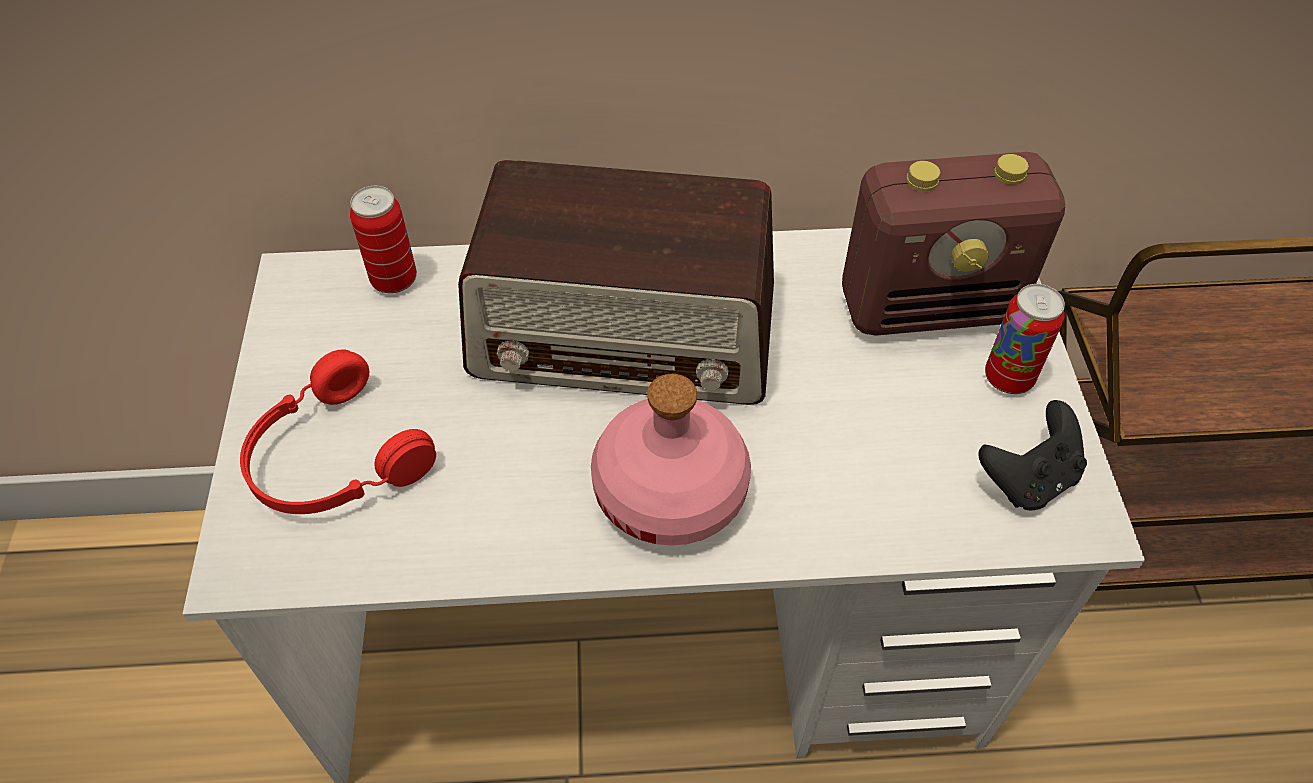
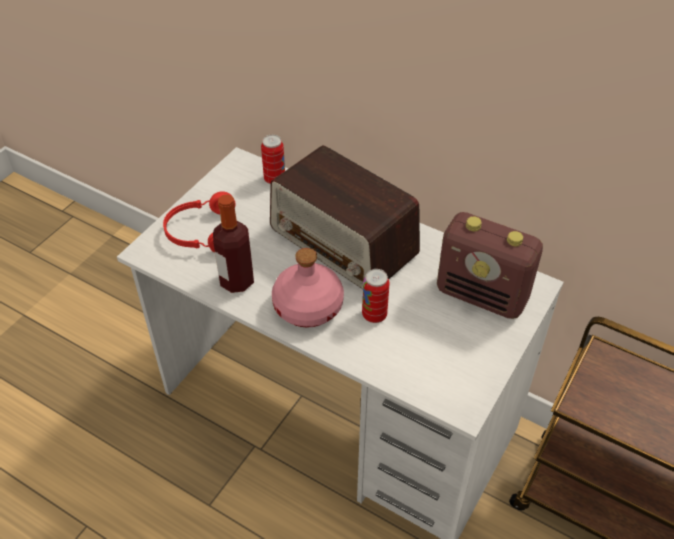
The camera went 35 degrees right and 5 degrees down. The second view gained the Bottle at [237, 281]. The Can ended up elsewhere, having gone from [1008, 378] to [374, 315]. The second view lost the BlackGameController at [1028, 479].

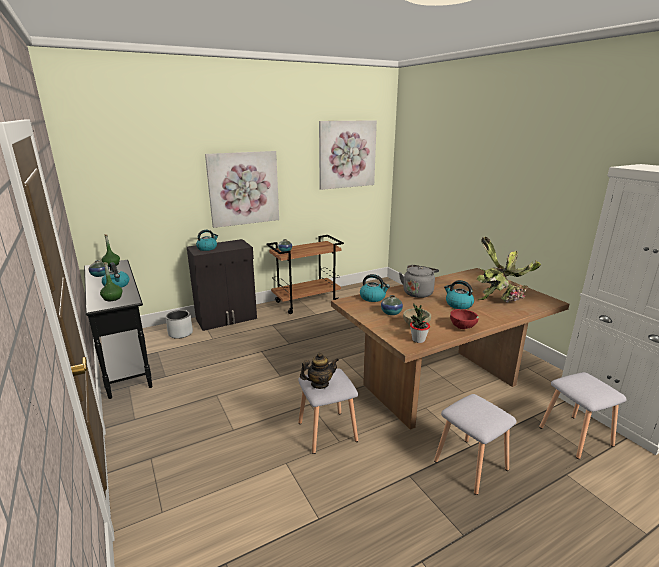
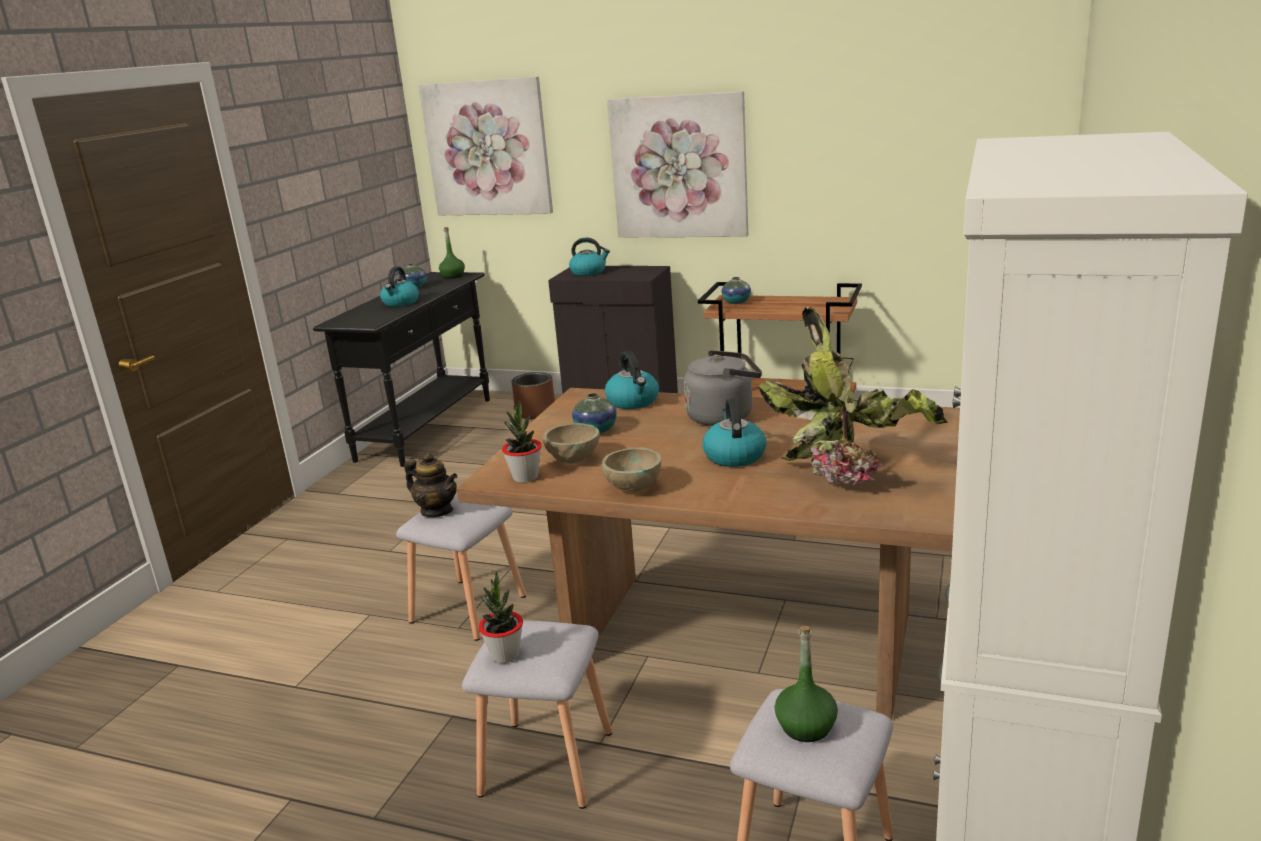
The camera went 50 degrees right and 0 degrees up. The Picture ended up elsewhere, having gone from [347, 154] to [487, 148]. The second view gained the PottedPlant at [505, 655]. What was the GreyPlanter at [180, 333] turned into the BrownPlanter at [535, 412]. What was the RedBowl at [462, 327] turned into the BeigeBowl at [633, 488]. The GreenBottle ended up elsewhere, having gone from [112, 298] to [805, 727].

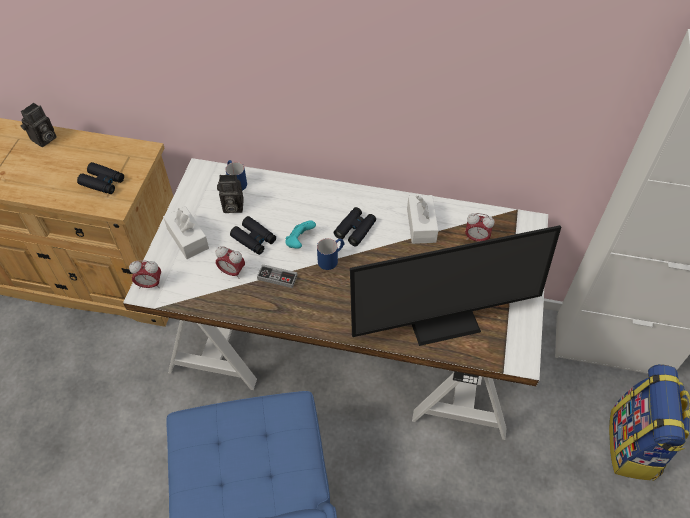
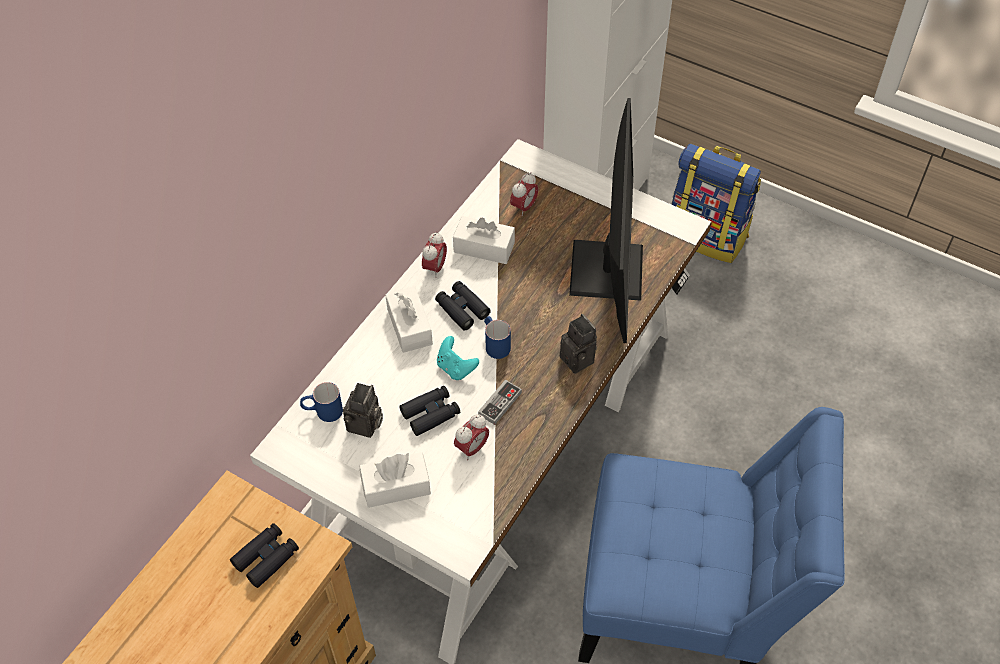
The camera went 70 degrees left and 0 degrees up. The second view gained the WhiteTissueBox at [409, 326]. The AlarmClock ended up elsewhere, having gone from [150, 284] to [435, 268]. The PhotoCamera ended up elsewhere, having gone from [43, 140] to [580, 360].

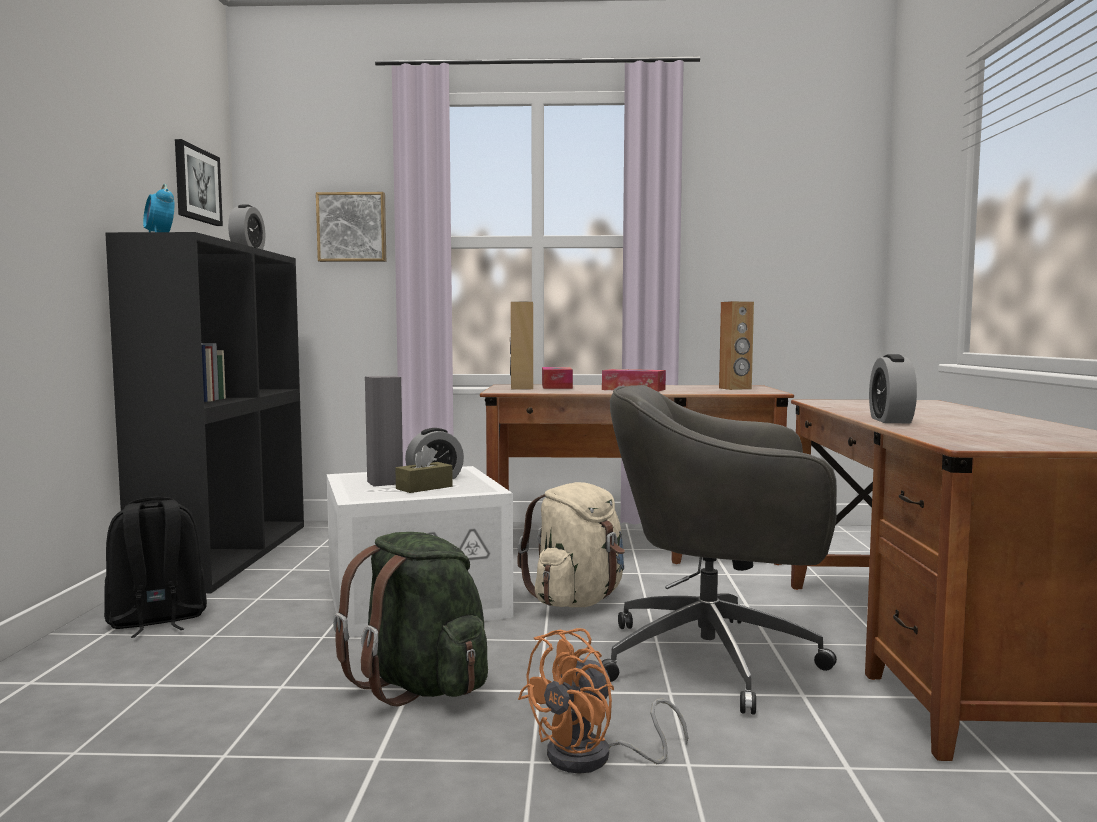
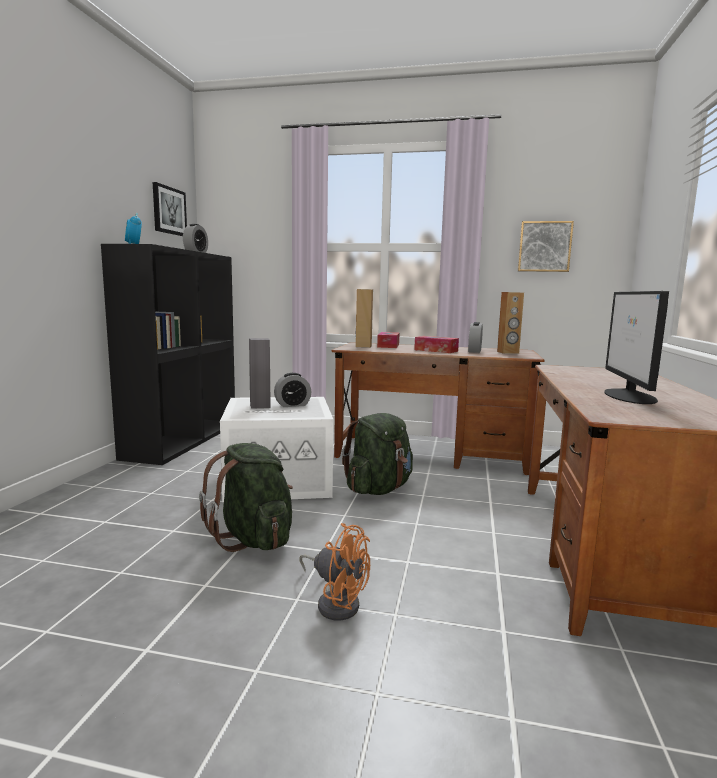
The camera went 10 degrees right and 5 degrees up. The OrangeFan at [593, 758] ended up facing another way, 120 degrees counterclockwise from before. What was the BeigeBackpack at [577, 600] turned into the GreenBackpack at [378, 489]. The AlarmClock ended up elsewhere, having gone from [890, 420] to [474, 351]. The Picture ended up elsewhere, having gone from [352, 227] to [544, 247]. The second view gained the Monitor at [629, 396]. The second view lost the BlackBackpack at [156, 621]. The second view lost the BrownTissueBox at [424, 487]. The second view lost the GreyOfficeChair at [716, 660].

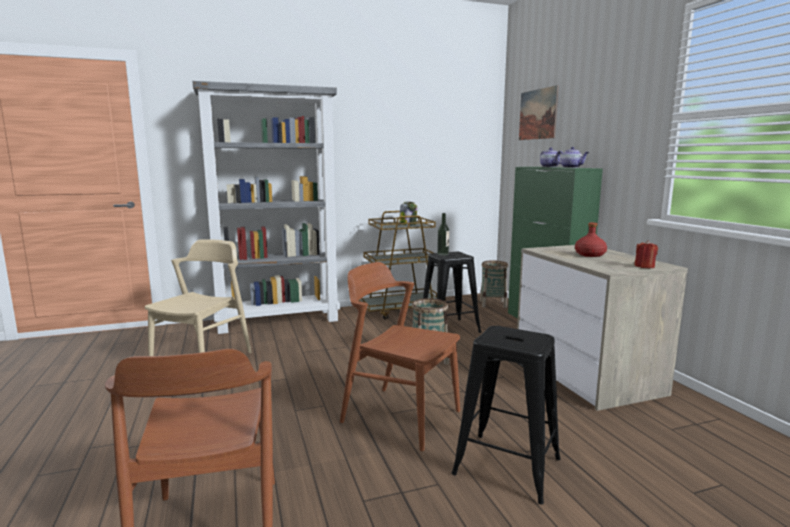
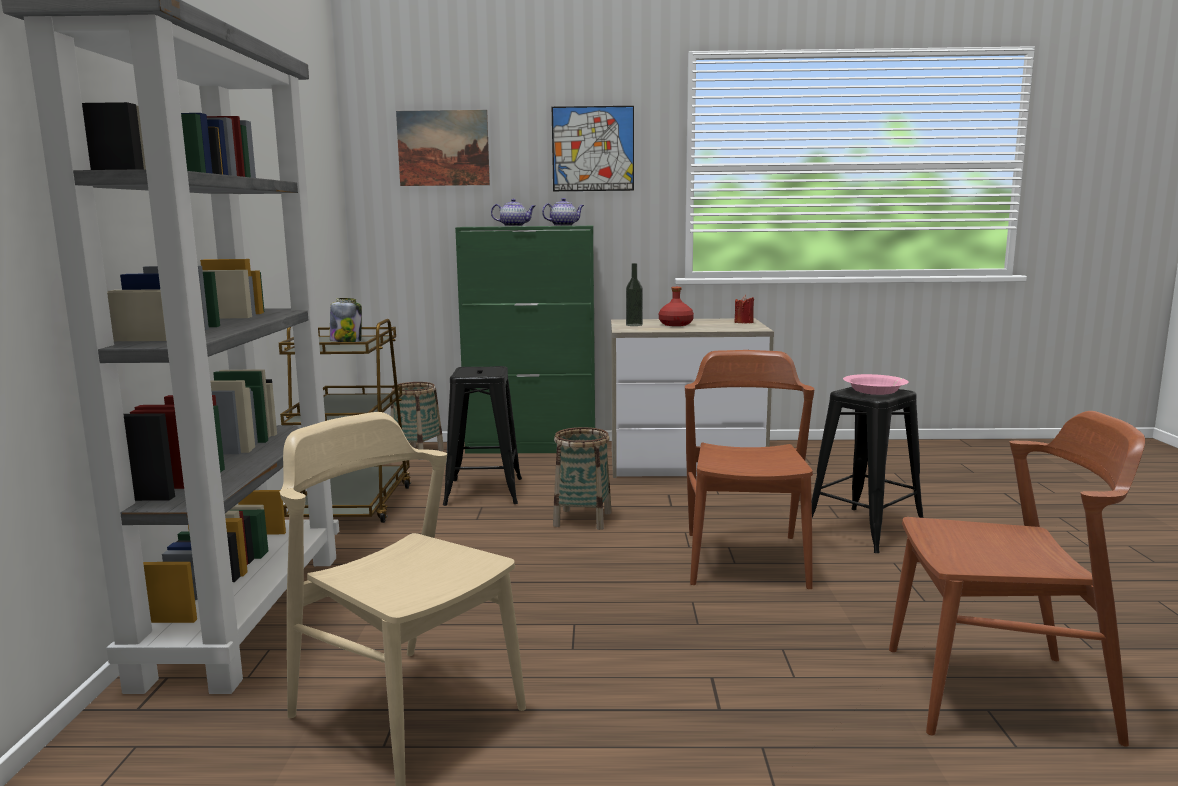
The camera went 70 degrees left and 0 degrees up. The second view gained the Picture at [593, 149]. The Bottle ended up elsewhere, having gone from [443, 254] to [634, 325]. The BrownChair at [400, 416] ended up facing another way, 135 degrees clockwise from before. The second view gained the PinkBowl at [875, 391].

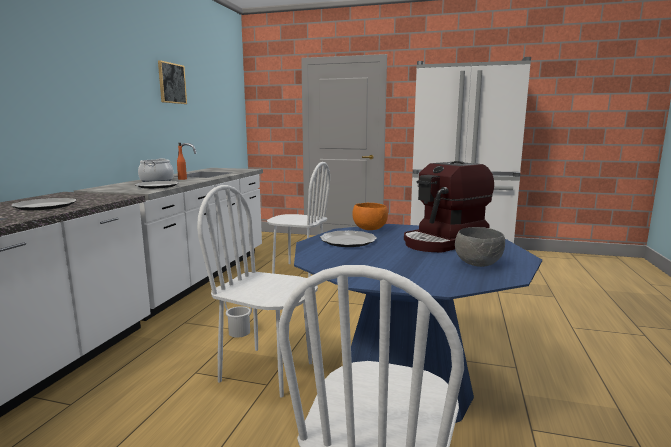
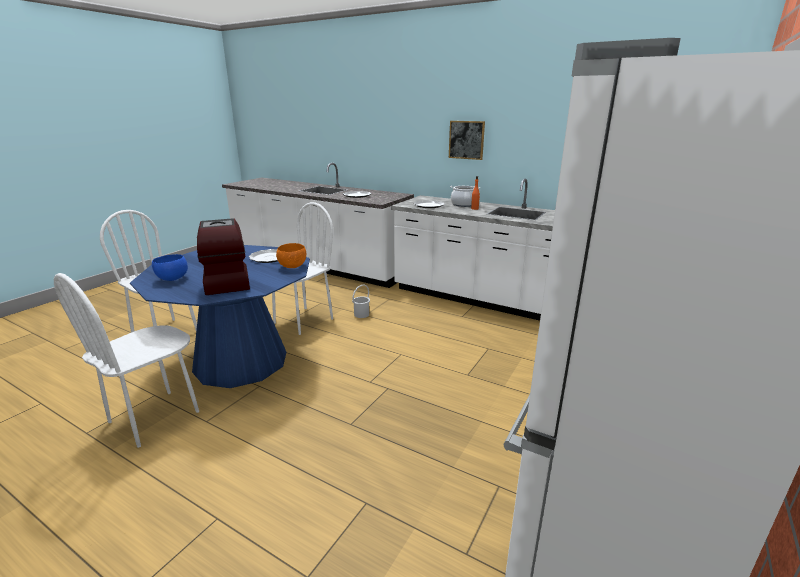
The camera went 105 degrees right and 10 degrees up. The WhiteChair ended up elsewhere, having gone from [299, 271] to [154, 417]. What was the GreyBowl at [479, 264] turned into the BlueBowl at [172, 279]. The Picture ended up elsewhere, having gone from [172, 83] to [466, 140].

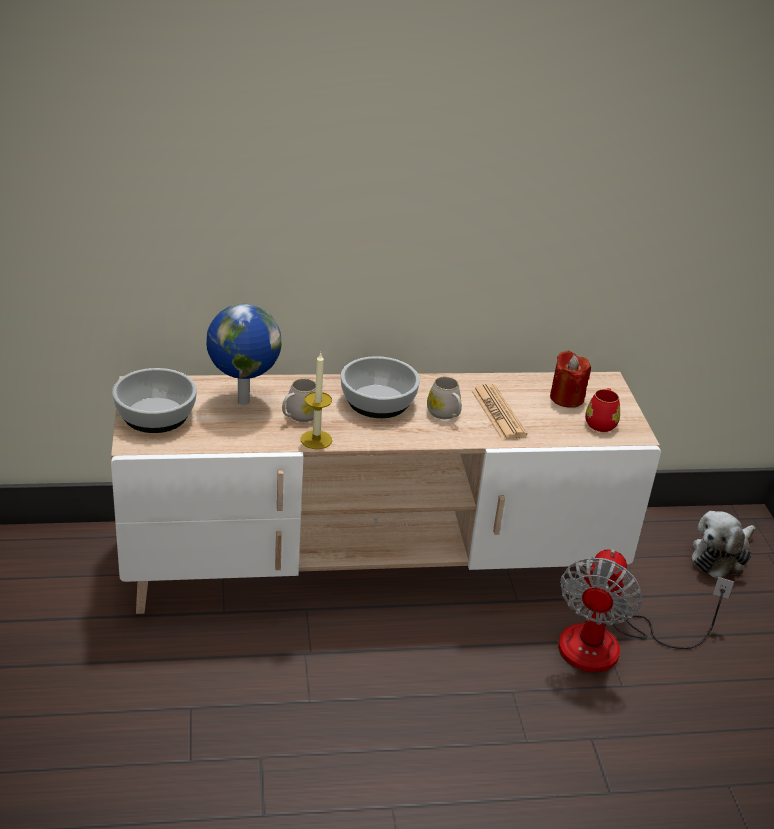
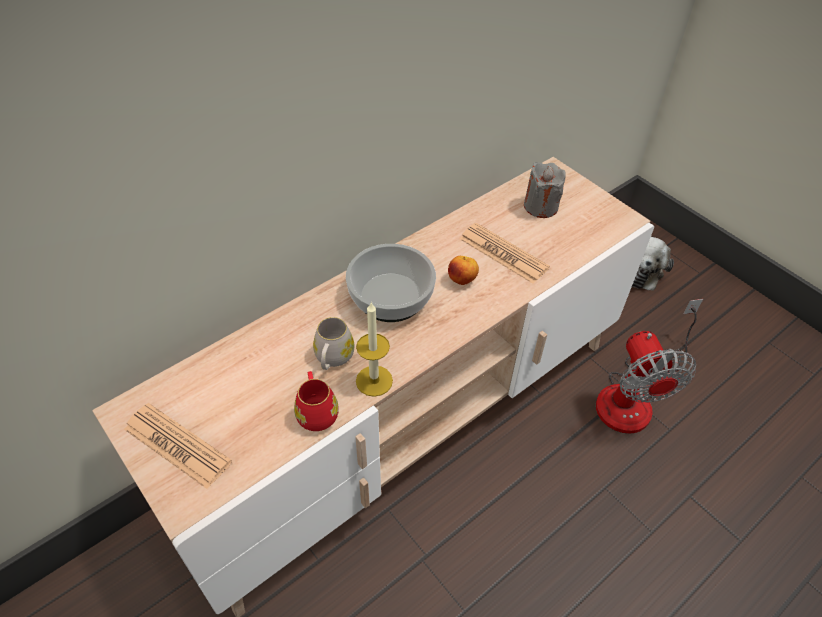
The camera went 30 degrees left and 15 degrees up. Where the Bowl stood at [155, 414], the Newspaper came to stand at [177, 445]. The RedMug ended up elsewhere, having gone from [601, 422] to [316, 411]. Where the WhiteMug stood at [445, 414], the Apple came to stand at [462, 280]. What was the RedCandle at [566, 398] turned into the GreyCandle at [540, 206]. The second view lost the Globe at [242, 401].

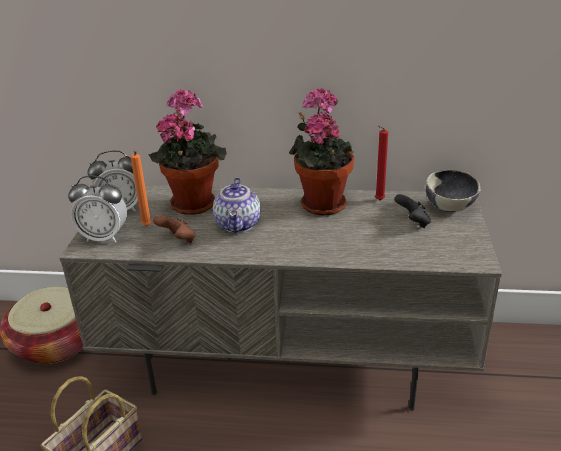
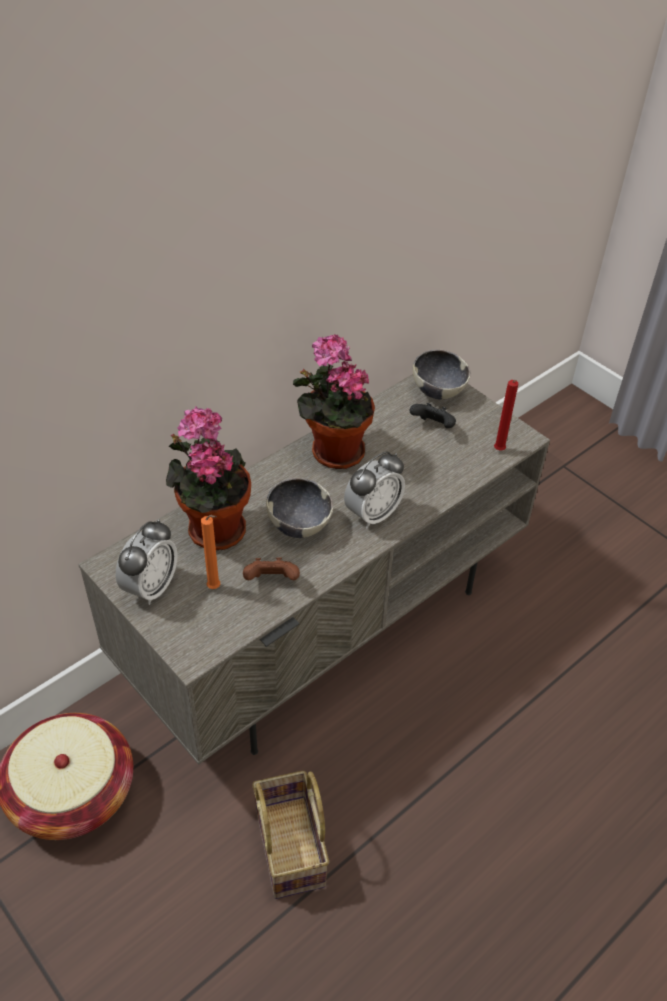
The camera went 50 degrees left and 15 degrees up. Where the Teapot stood at [239, 225], the Bowl came to stand at [299, 525]. The AlarmClock ended up elsewhere, having gone from [104, 237] to [372, 514]. The RedCandle ended up elsewhere, having gone from [378, 200] to [499, 451].

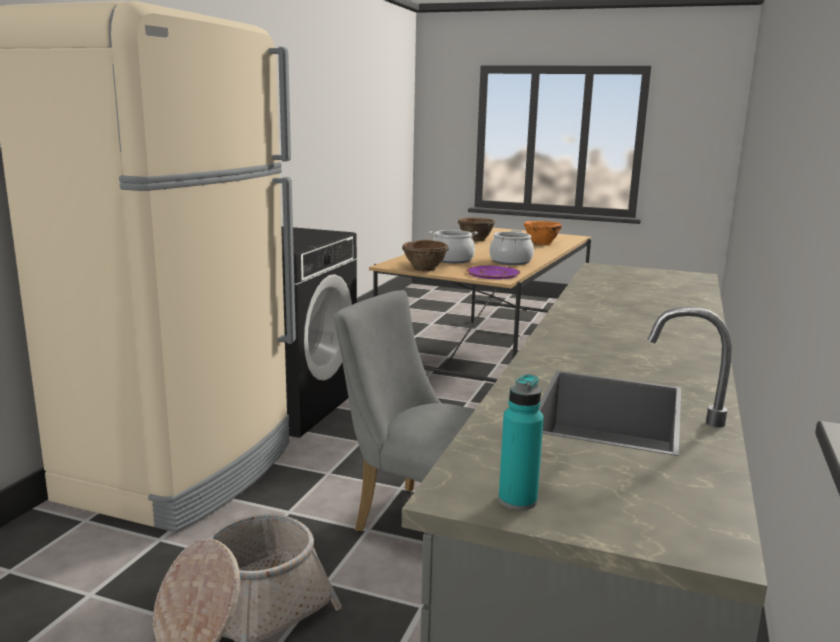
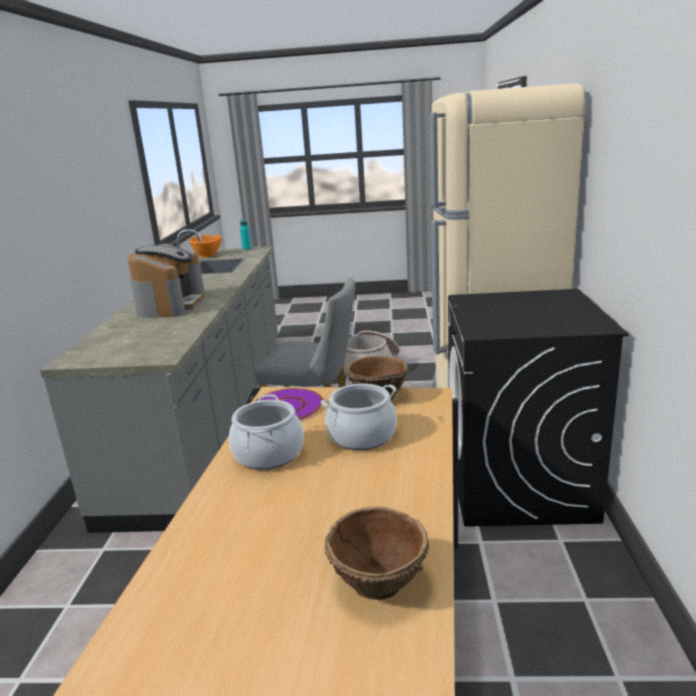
The camera went 165 degrees right and 5 degrees up. The second view gained the CoffeeMachine at [171, 305]. The OrangeBowl ended up elsewhere, having gone from [541, 243] to [208, 255].

